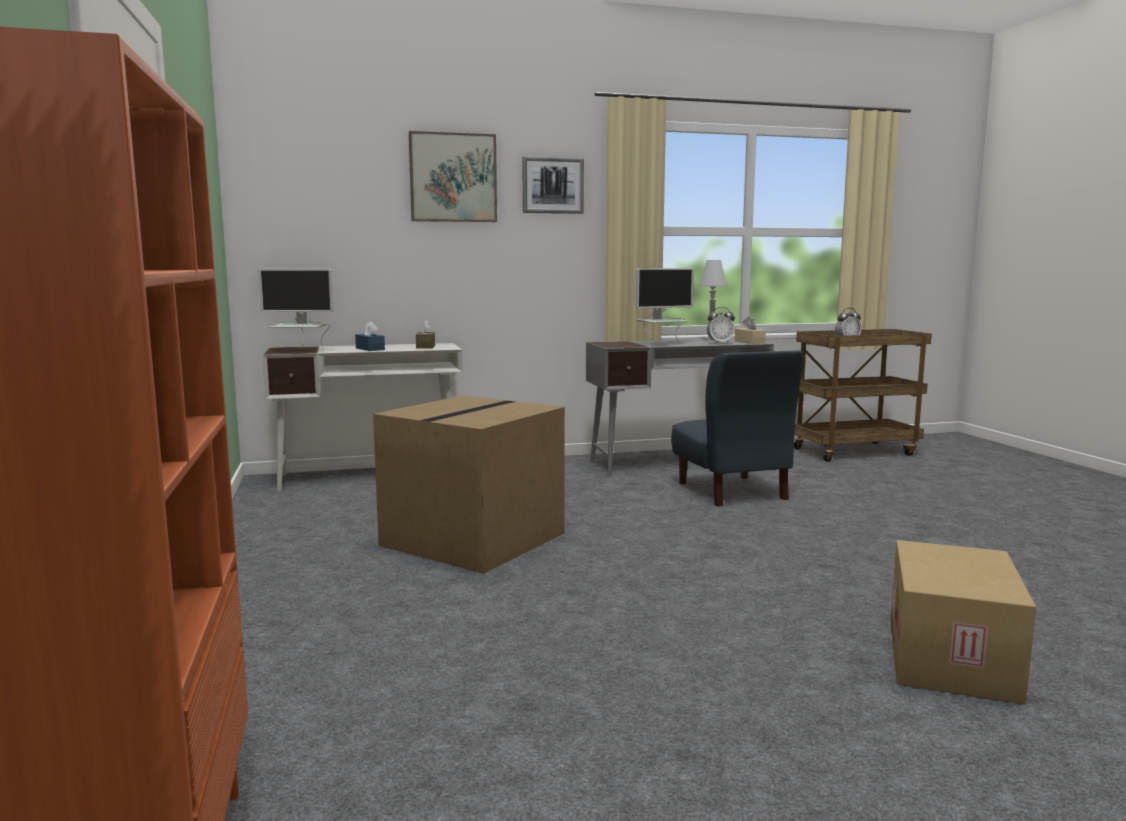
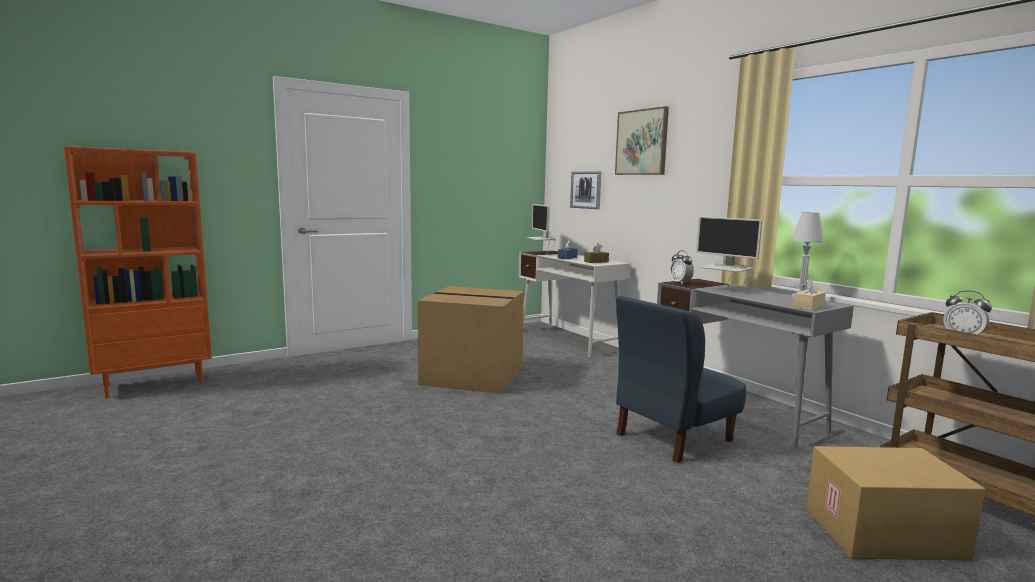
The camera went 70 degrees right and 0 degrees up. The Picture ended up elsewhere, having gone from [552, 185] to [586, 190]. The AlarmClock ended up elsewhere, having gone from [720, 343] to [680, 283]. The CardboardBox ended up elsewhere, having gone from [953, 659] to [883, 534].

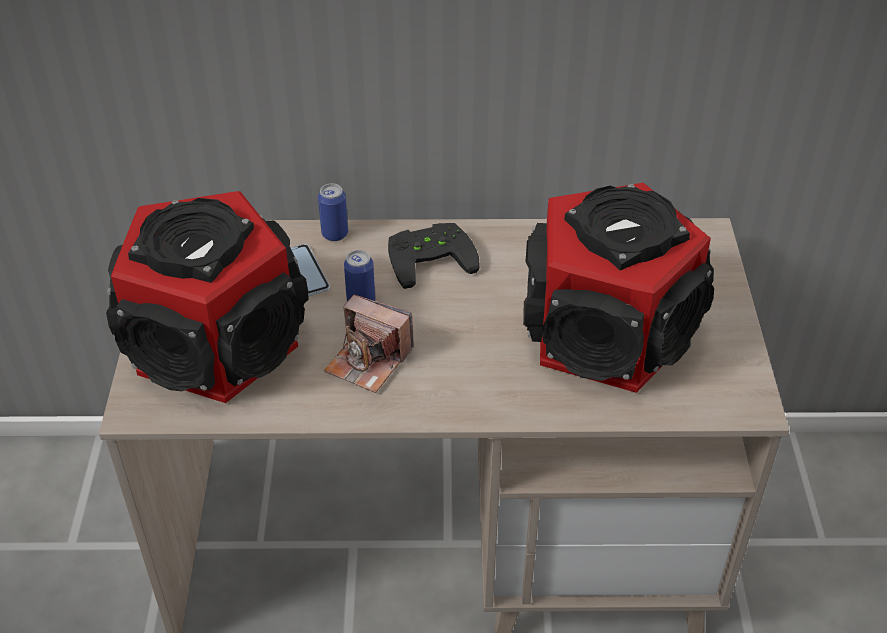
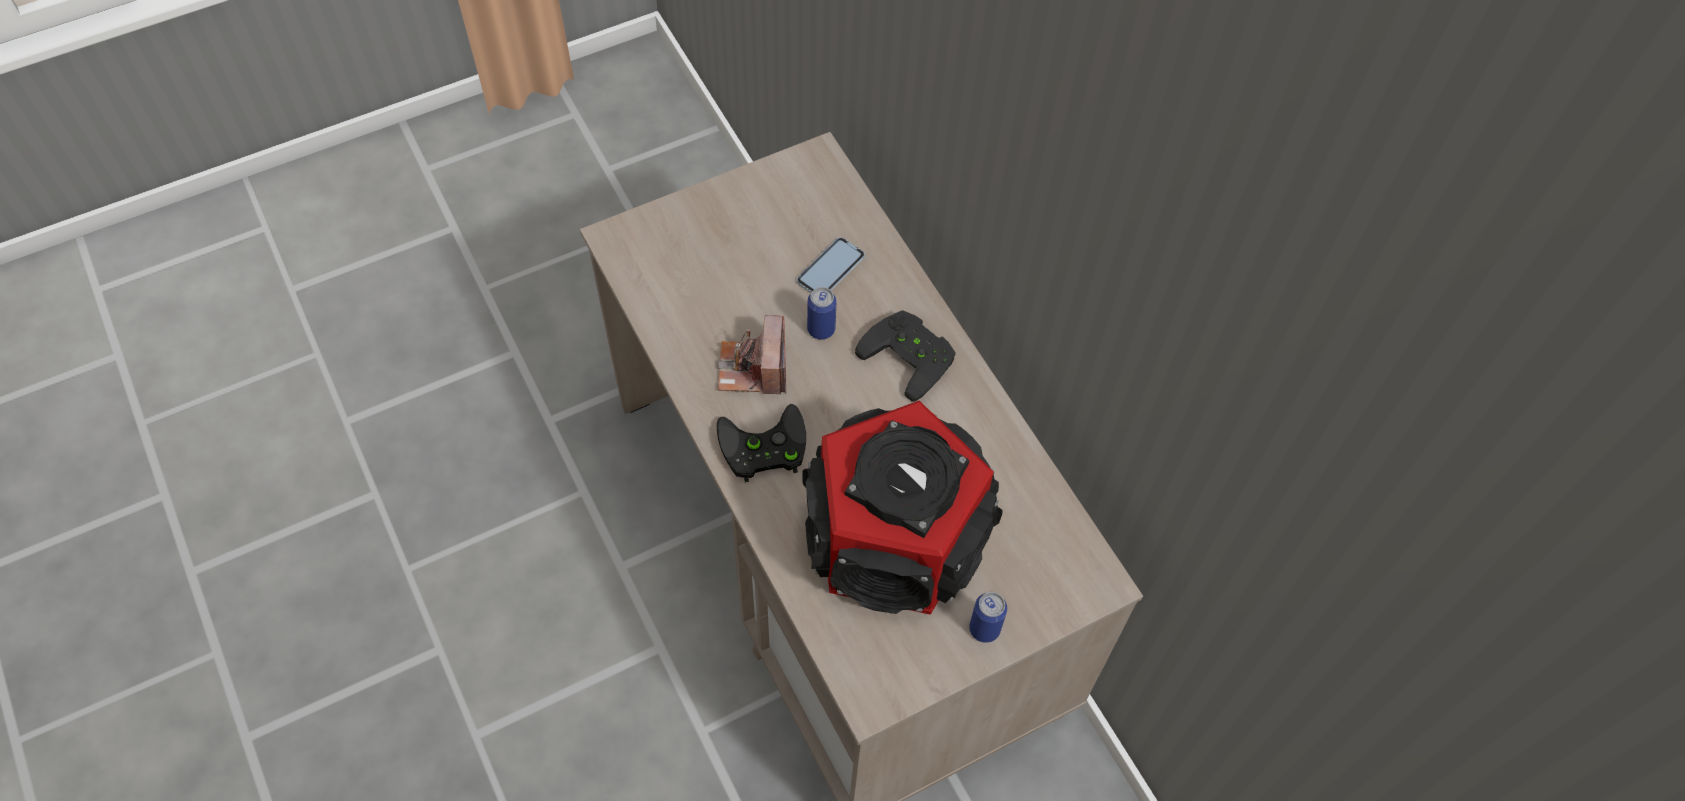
The camera went 60 degrees right and 15 degrees up. The second view gained the BlackGameController at [761, 449]. The Can ended up elsewhere, having gone from [335, 234] to [984, 629]. The second view lost the Speaker at [218, 344].

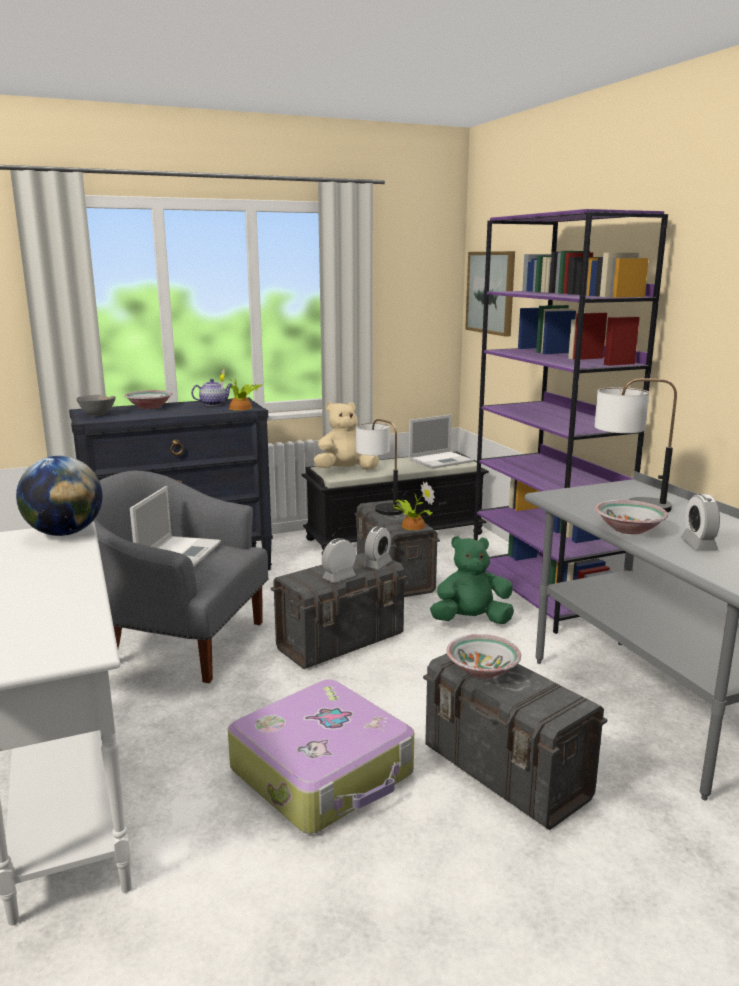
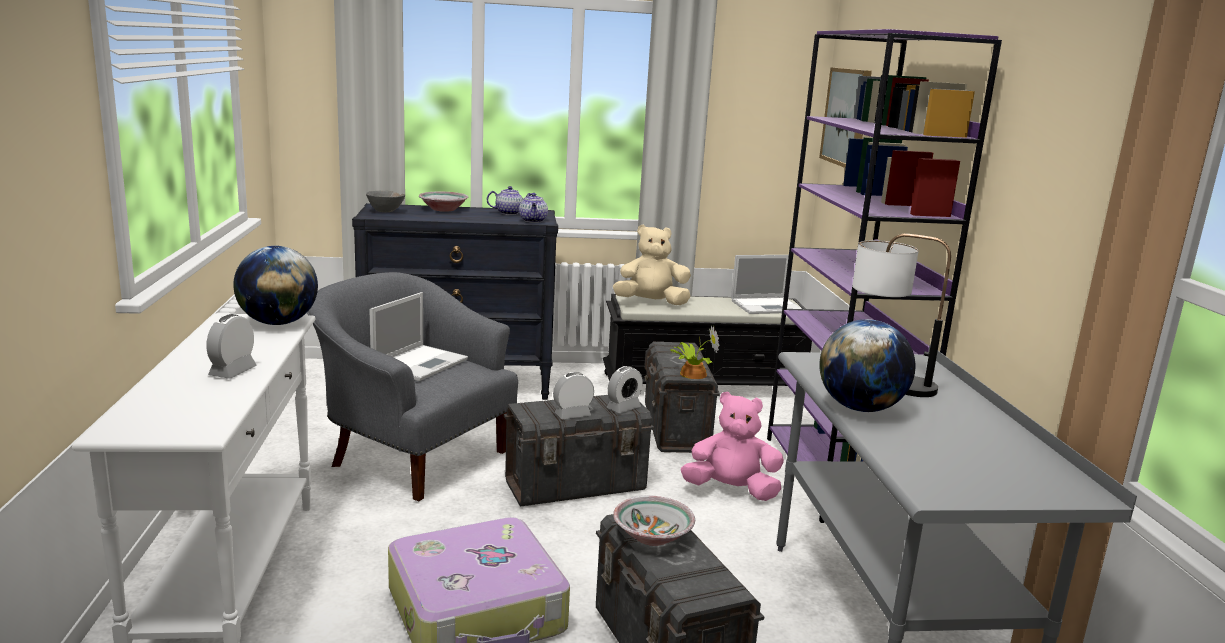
The camera went 15 degrees right and 0 degrees up. The AlarmClock ended up elsewhere, having gone from [698, 545] to [233, 371]. Where the PottedPlant stood at [242, 408], the Teapot came to stand at [533, 221]. What was the GreenPlushToy at [471, 620] turned into the PinkPlushToy at [731, 490]. Where the Bowl stood at [629, 529], the Globe came to stand at [860, 408]. The second view lost the TableLamp at [379, 507].

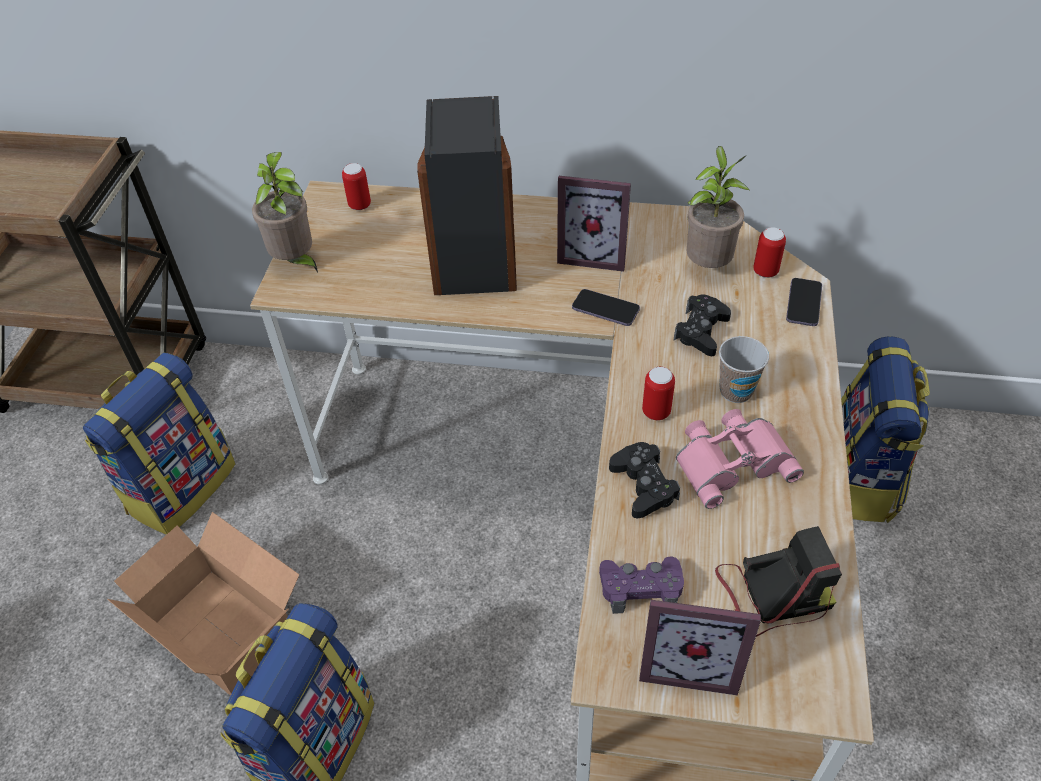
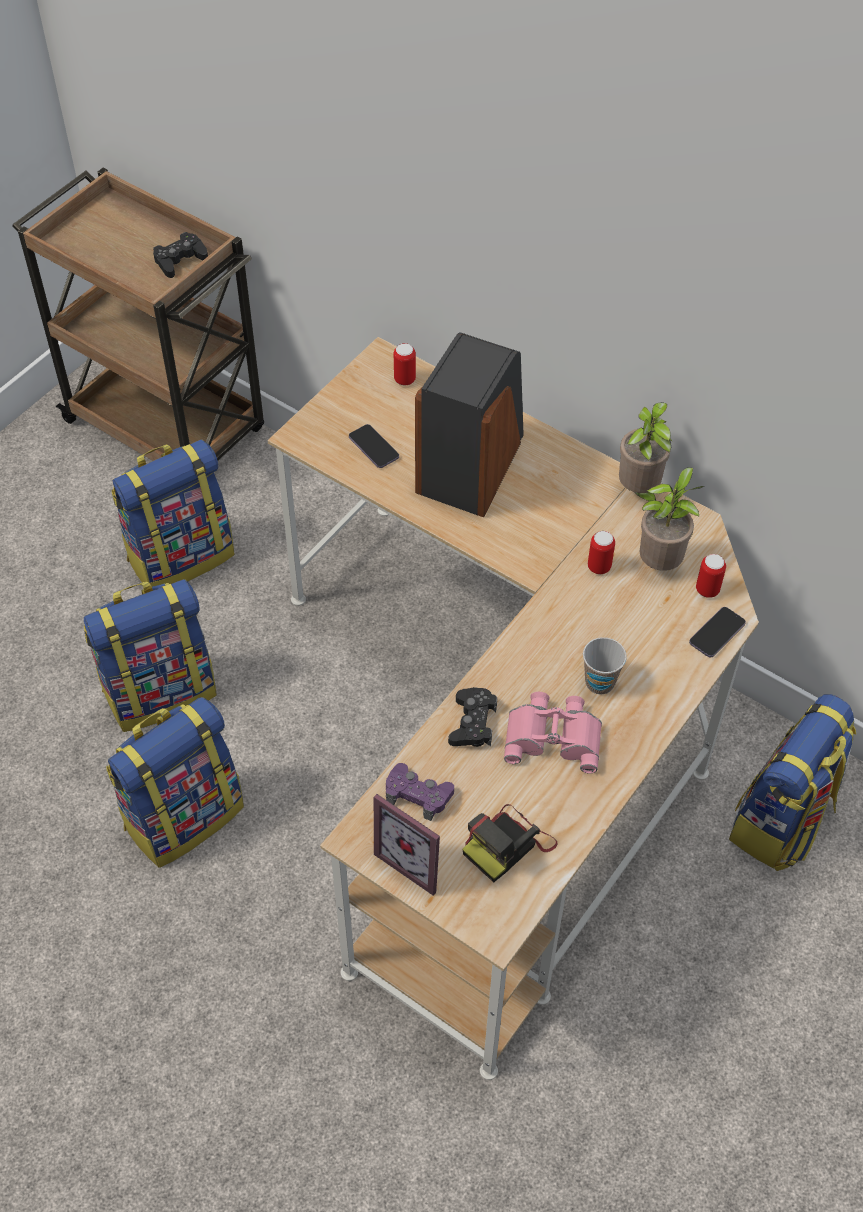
The camera went 25 degrees right and 5 degrees up. Where the CardboardBox stood at [224, 626], the Backpack came to stand at [161, 691]. The BlackGameController ended up elsewhere, having gone from [701, 331] to [180, 260]. The Phone ended up elsewhere, having gone from [605, 309] to [373, 447]. The PhotoCamera at [772, 595] ended up facing another way, 120 degrees clockwise from before. The Can ended up elsewhere, having gone from [656, 412] to [599, 567]. The PottedPlant ended up elsewhere, having gone from [296, 262] to [639, 492]. The second view lost the PictureFrame at [593, 254].

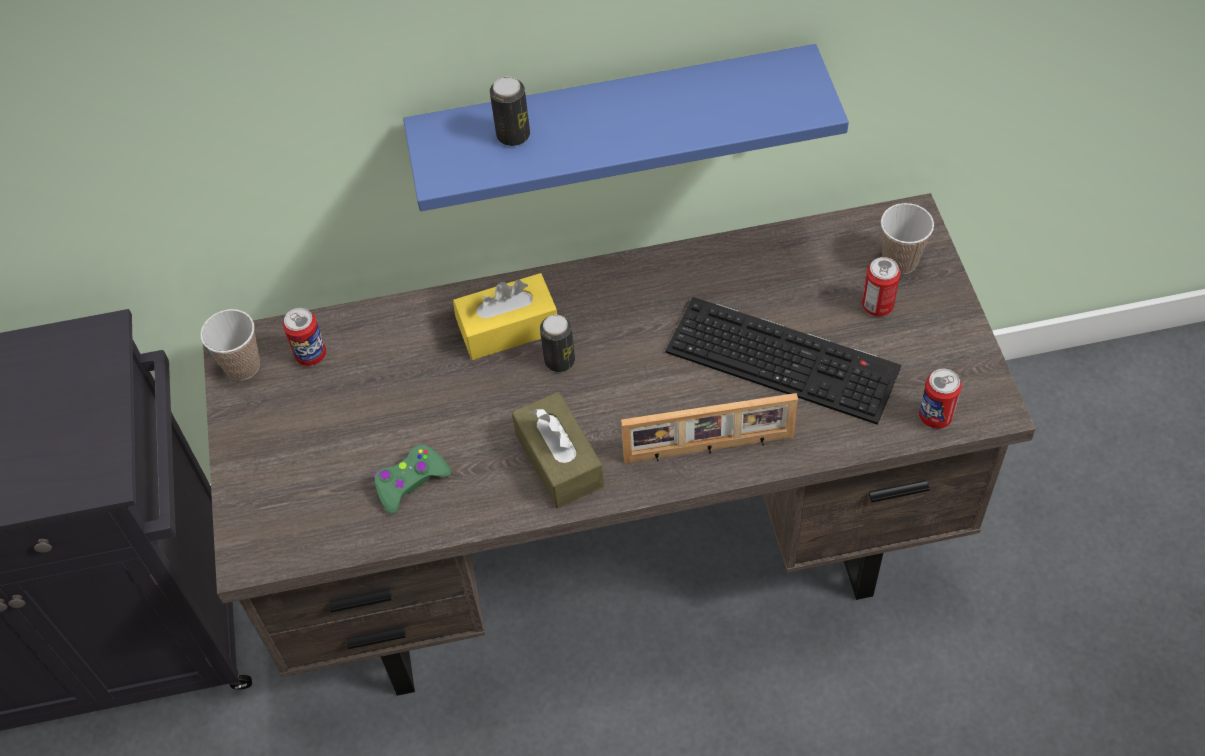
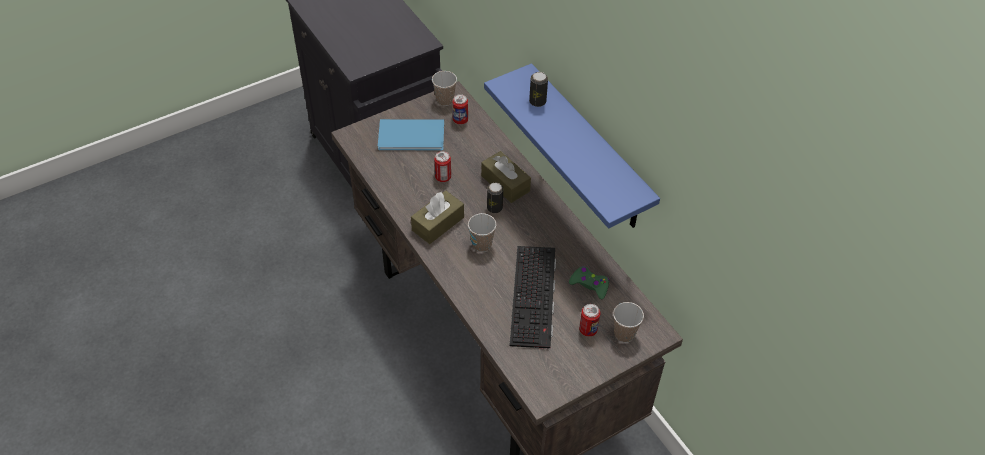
The camera went 65 degrees right and 5 degrees down. The second view gained the BlueBook at [413, 137]. The Can ended up elsewhere, having gone from [935, 416] to [443, 177]. The second view gained the Cup at [481, 244]. What was the YellowTissueBox at [508, 328] turned into the BrownTissueBox at [505, 183]. The GreenGameController ended up elsewhere, having gone from [410, 482] to [589, 285]. The second view lost the PictureFrame at [709, 449].

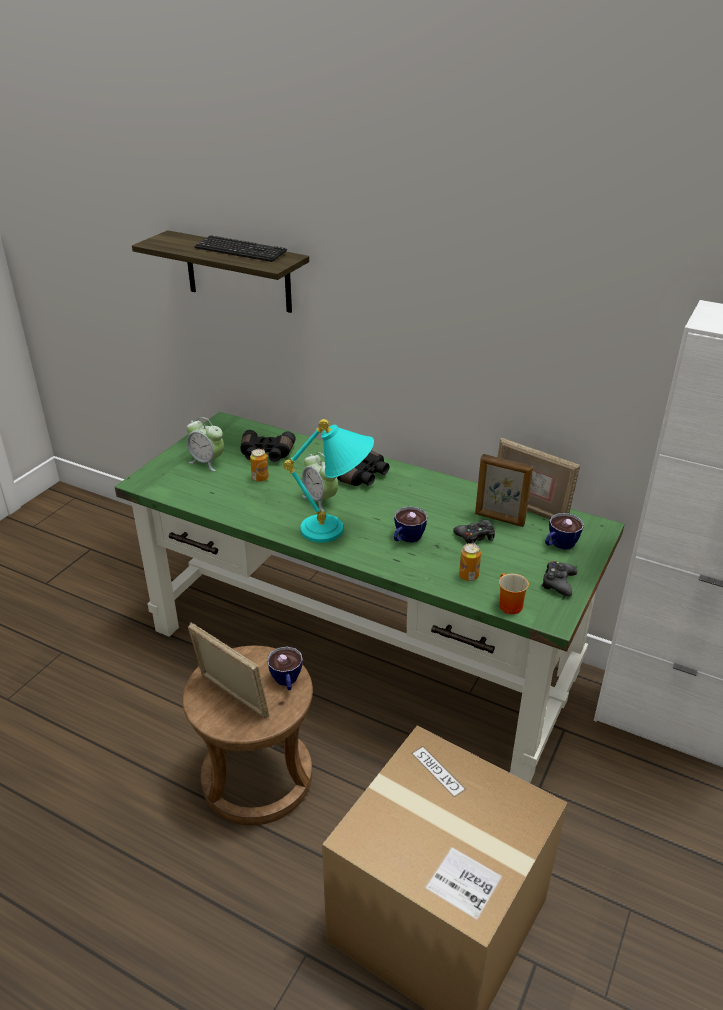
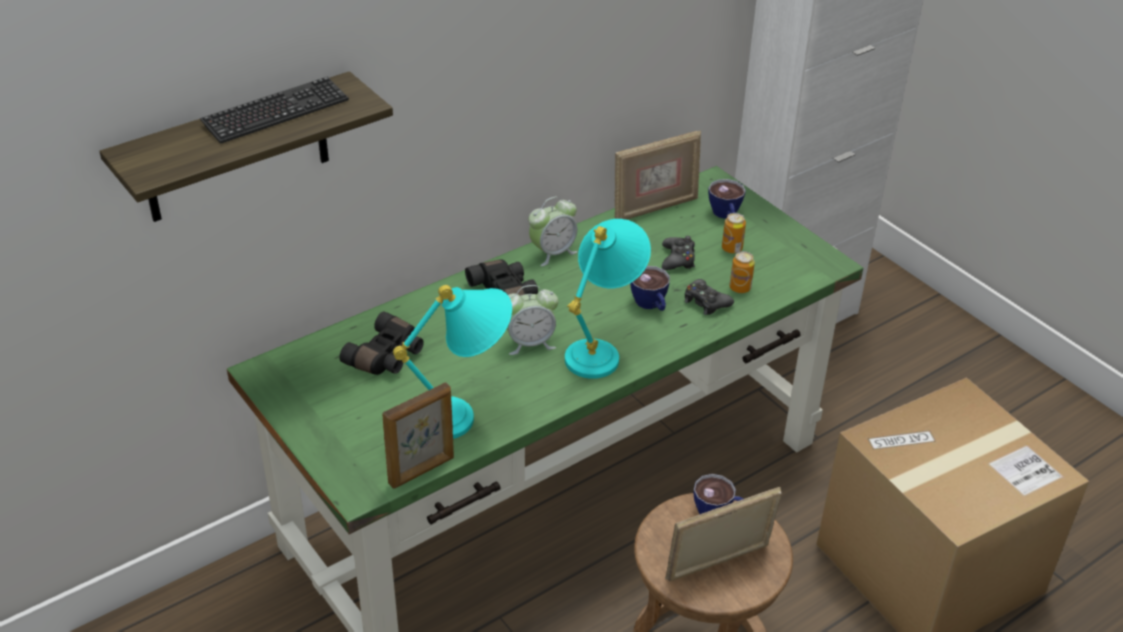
The camera went 65 degrees left and 5 degrees up. The PictureFrame ended up elsewhere, having gone from [499, 519] to [422, 471]. The second view gained the TurquoiseTableLamp at [466, 415]. The AlarmClock ended up elsewhere, having gone from [207, 462] to [552, 253]. The BlackGameController ended up elsewhere, having gone from [558, 583] to [706, 302]. The Can ended up elsewhere, having gone from [260, 478] to [732, 248]. The second view lost the Mug at [507, 605].

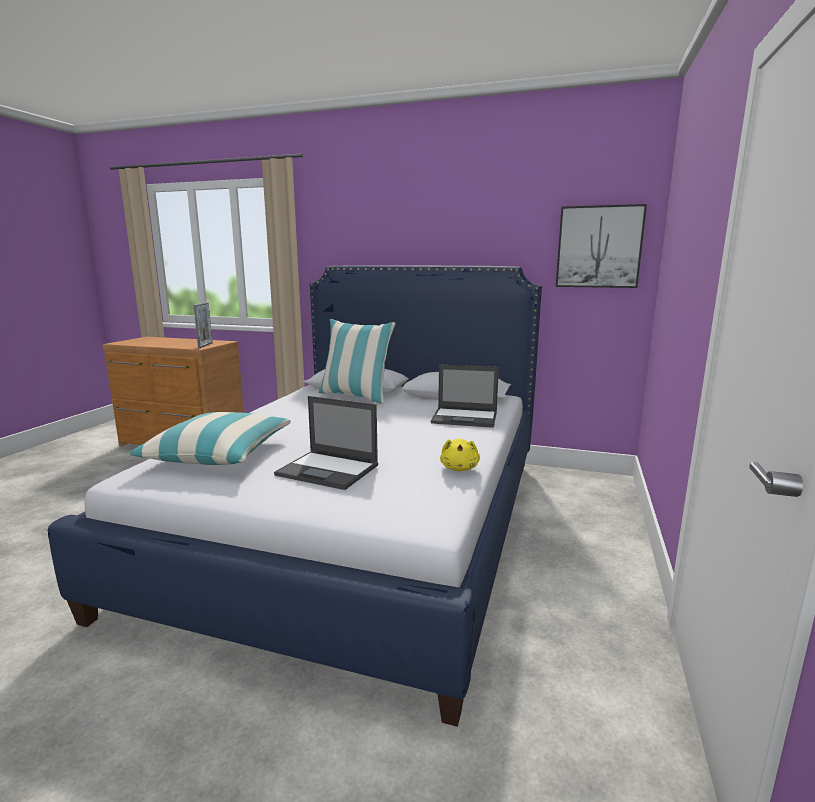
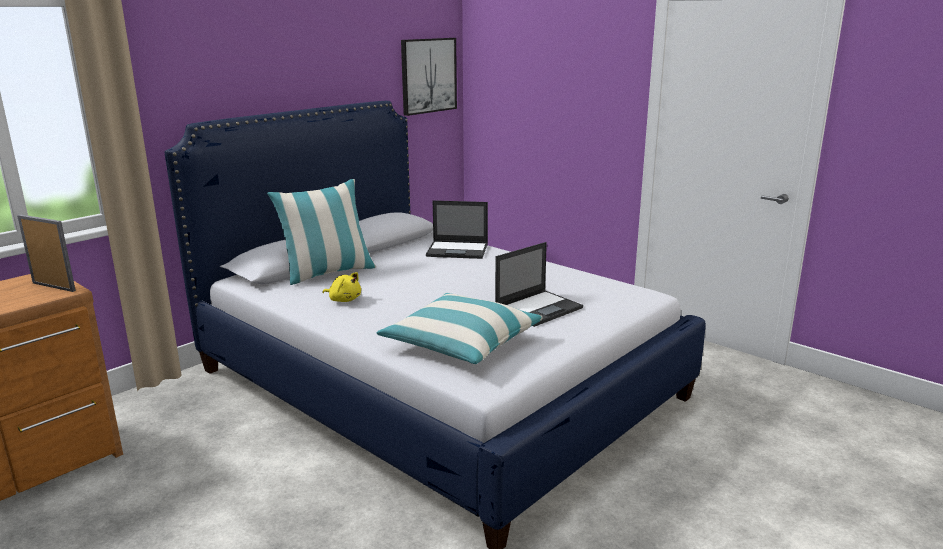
The camera went 65 degrees left and 5 degrees up. The YellowPlushToy ended up elsewhere, having gone from [459, 468] to [344, 300]. The Laptop at [465, 418] ended up facing another way, 60 degrees clockwise from before.

